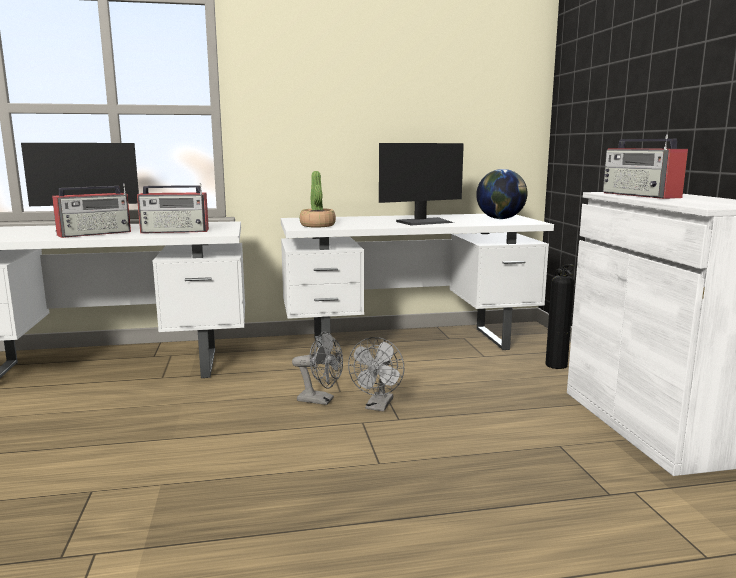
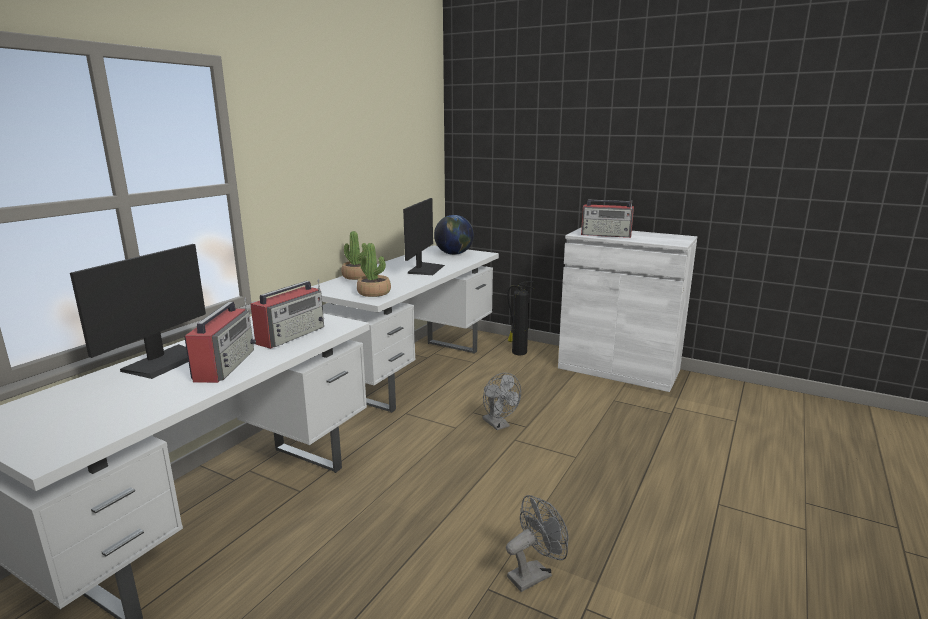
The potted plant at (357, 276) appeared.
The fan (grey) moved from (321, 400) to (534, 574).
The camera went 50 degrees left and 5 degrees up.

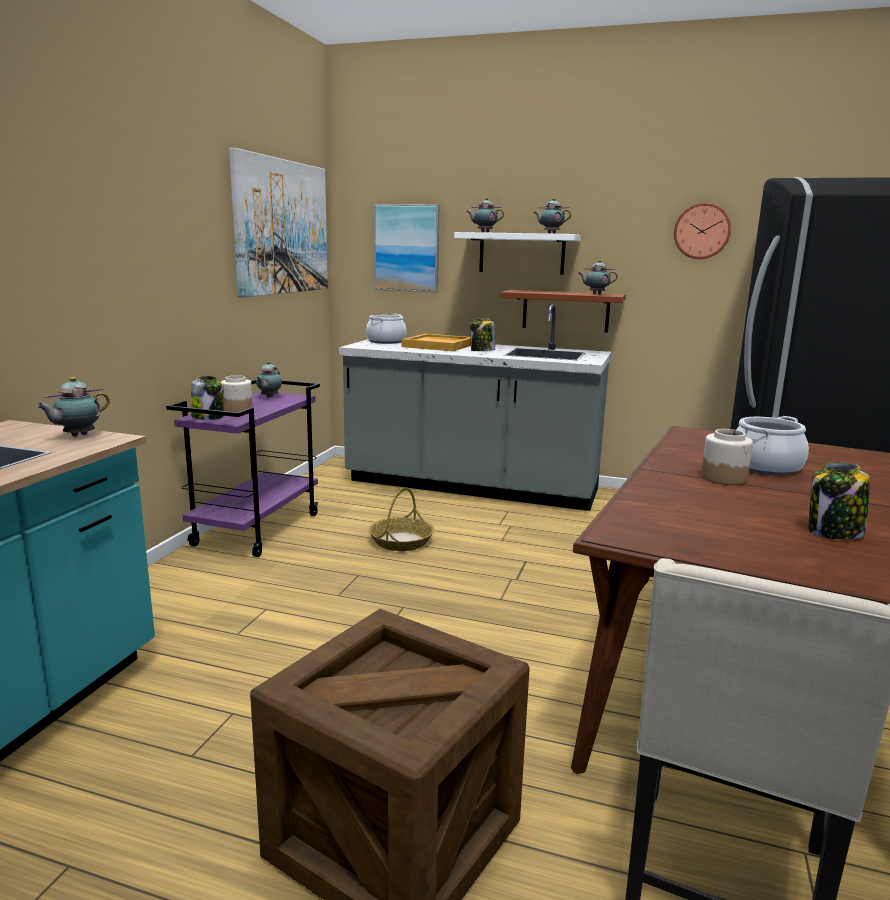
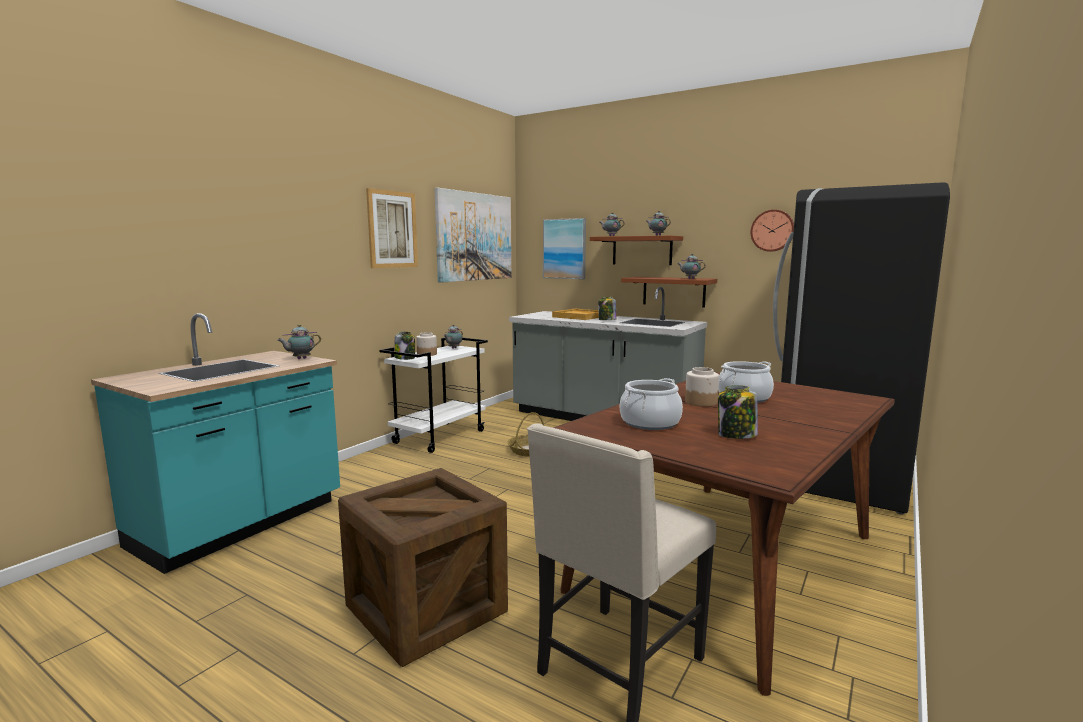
The picture at (392, 229) appeared.
The cooking pot moved from (386, 341) to (649, 422).
The cart (purple) at (257, 529) became the cart (white) at (439, 436).
The shelf (white) at (521, 253) became the shelf (brown) at (642, 250).
The camera went 15 degrees right and 5 degrees down.

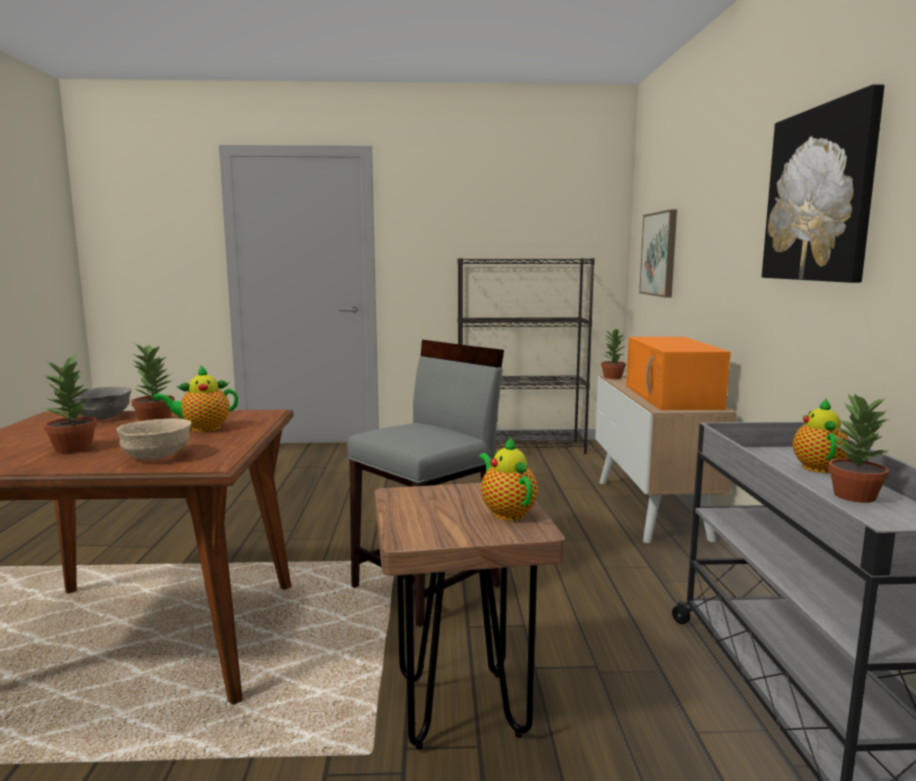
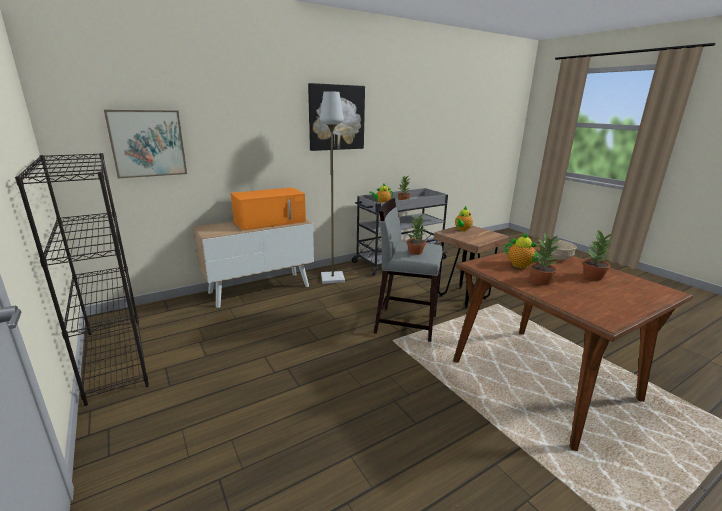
The bowl (grey) at (104, 417) disappeared.
The floor lamp (grey) at (333, 278) appeared.
The potted plant moved from (612, 377) to (415, 252).
The camera went 120 degrees left and 10 degrees up.

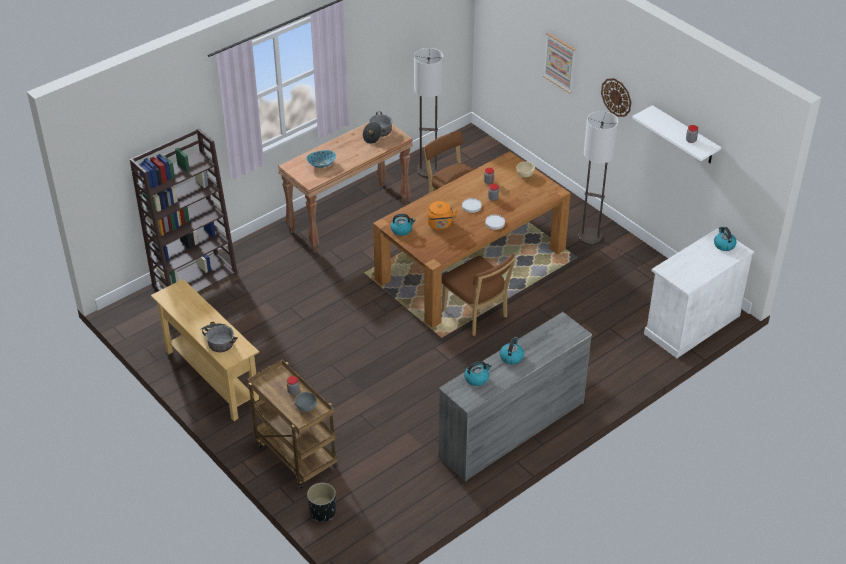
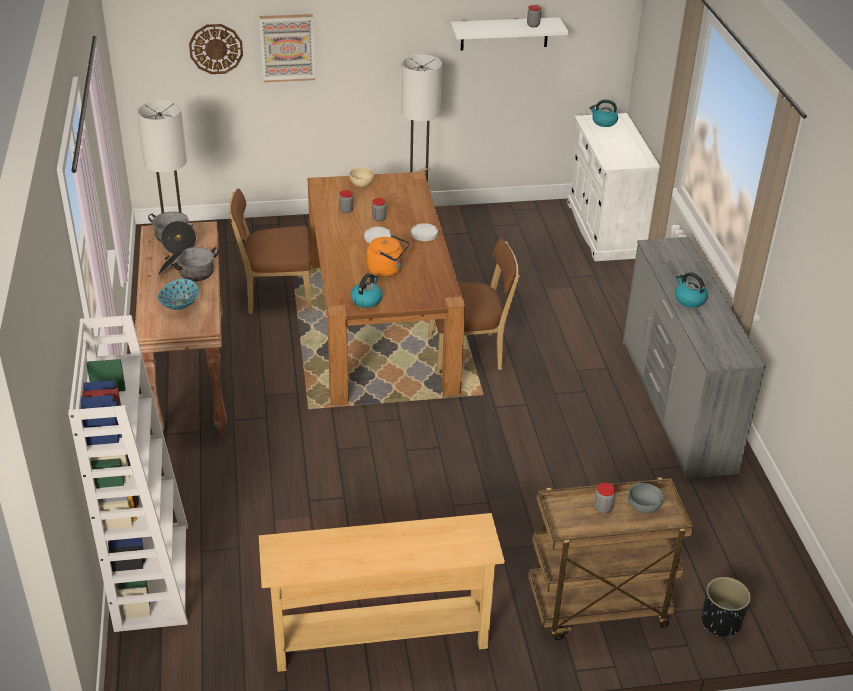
The kettle at (477, 378) disappeared.
The cooking pot moved from (218, 340) to (188, 273).
The wall clock moved from (616, 97) to (216, 48).
The bookcase (brown) at (195, 279) became the bookcase (white) at (151, 575).
The camera went 60 degrees left and 5 degrees down.

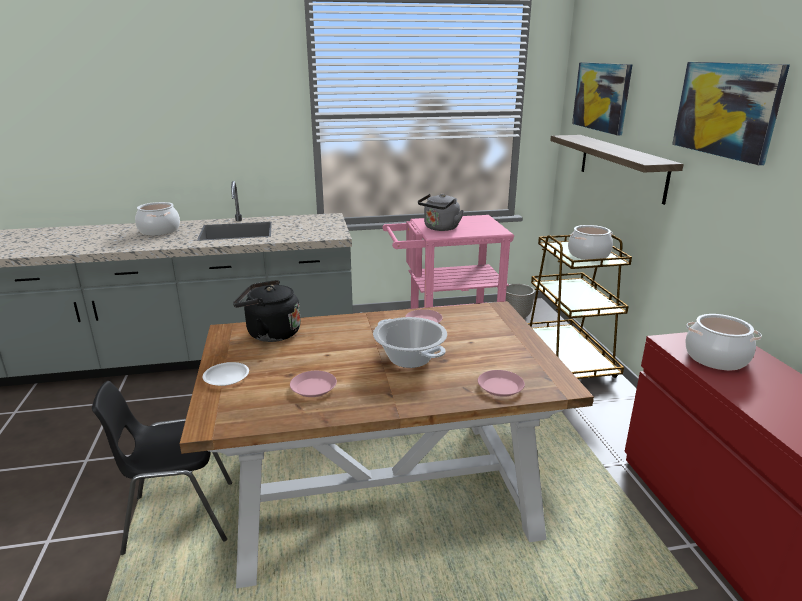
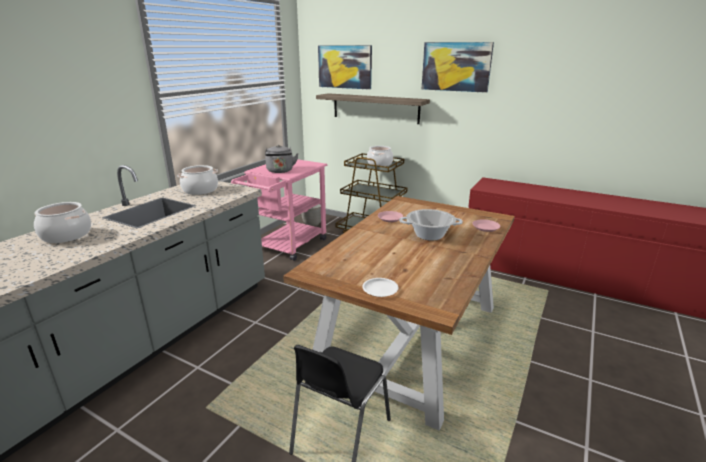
The kettle (black) at (270, 333) disappeared.
The plate (pink) at (313, 387) disappeared.
The cooking pot moved from (716, 358) to (200, 190).
The camera went 50 degrees left and 0 degrees up.

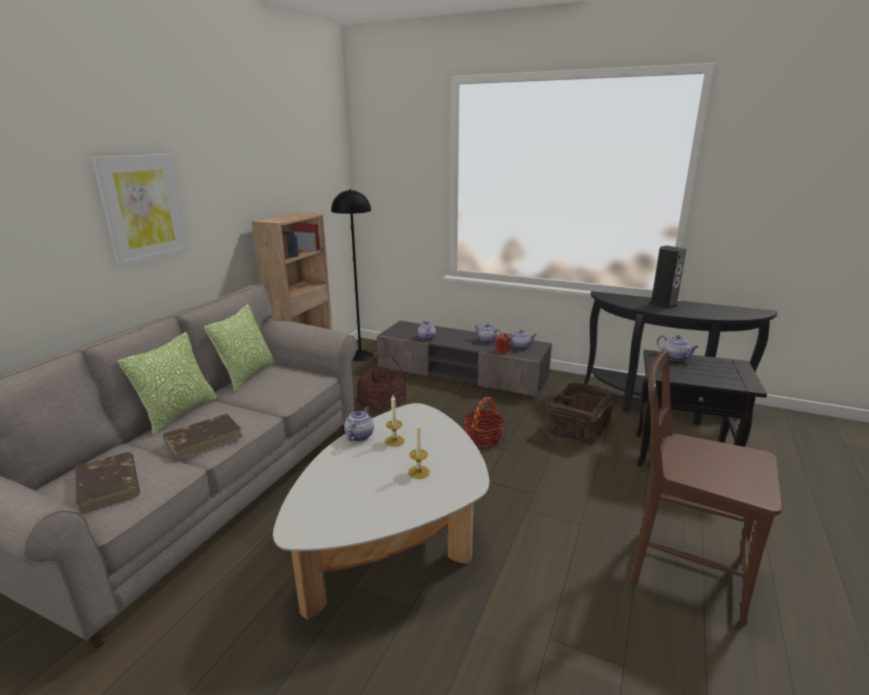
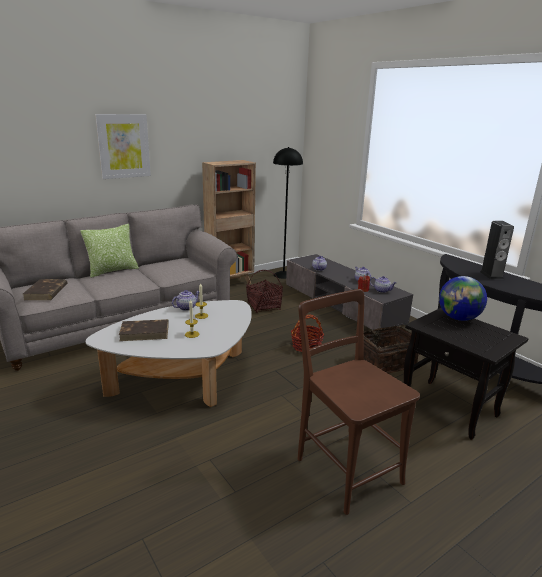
The pillow at (247, 375) disappeared.
The book (brown) moved from (204, 438) to (145, 332).
The teapot at (675, 357) was replaced by the globe at (459, 318).
The camera went 30 degrees right and 0 degrees up.

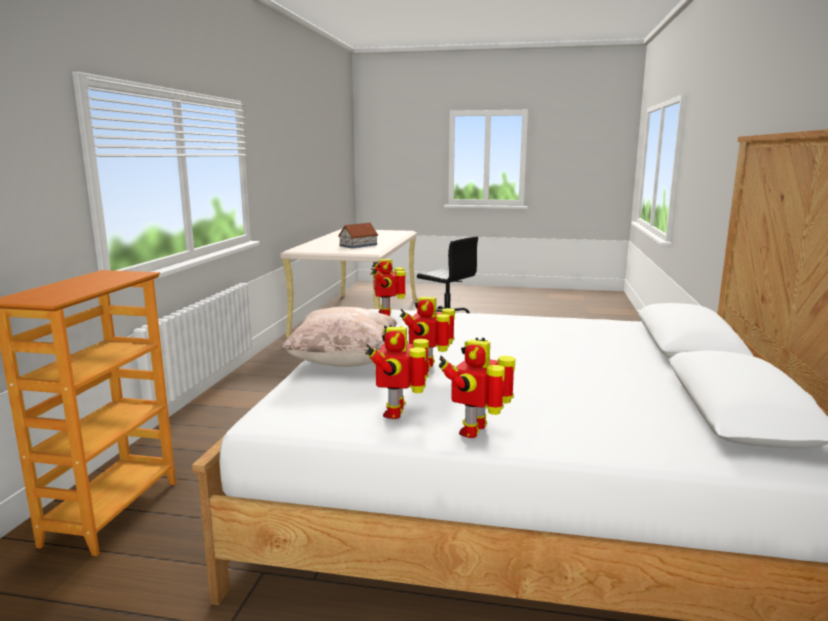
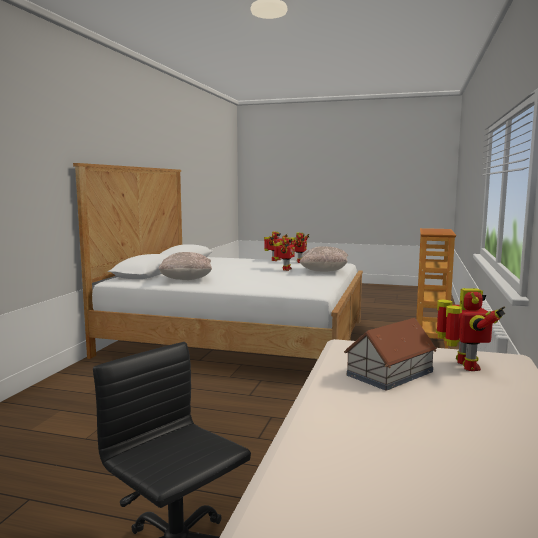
The pillow (beige) at (186, 279) appeared.
The toy robot moved from (386, 313) to (465, 366).
The camera went 175 degrees left and 5 degrees down.

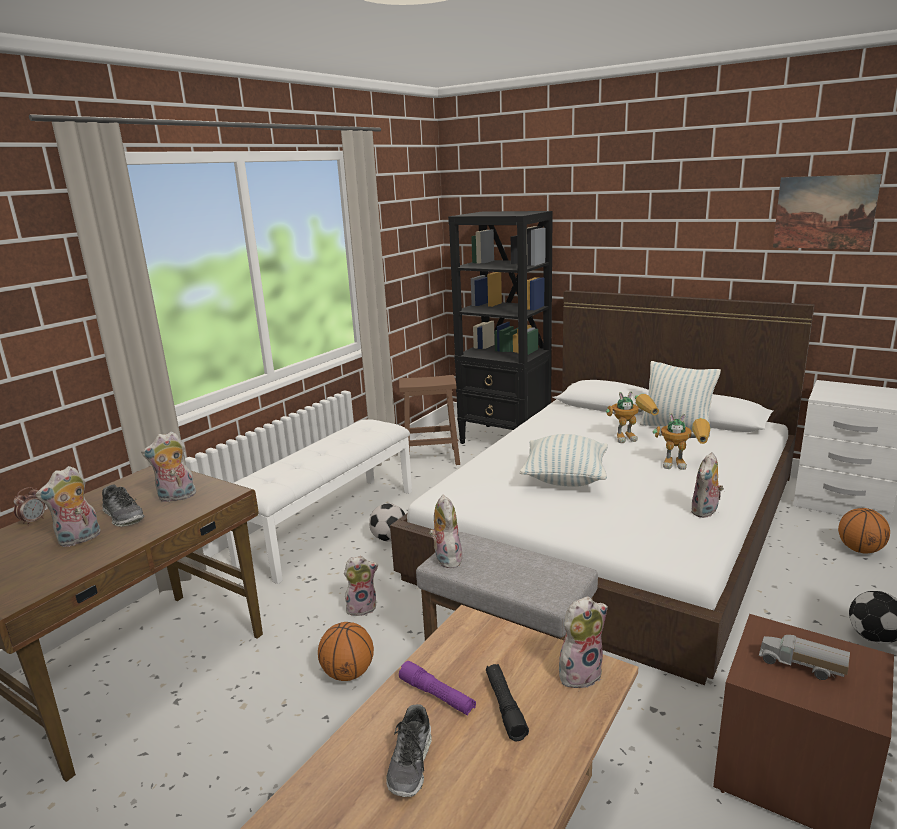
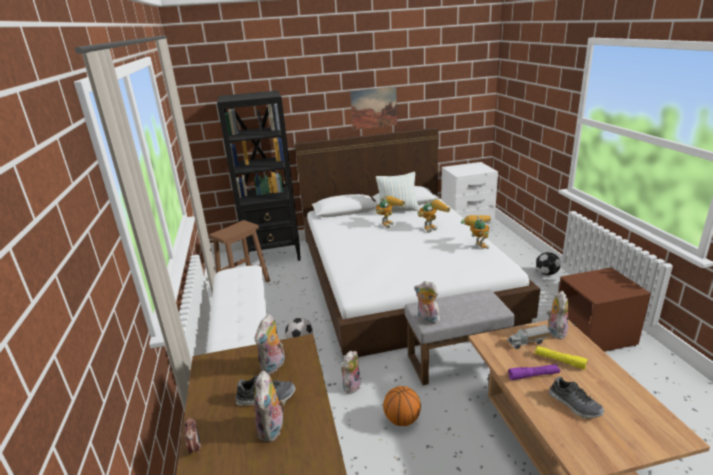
The pillow at (565, 479) disappeared.
The basketball at (860, 550) disappeared.
The toy truck moved from (801, 667) to (528, 342).
The picture moved from (824, 212) to (374, 108).
The plush toy at (705, 512) was replaced by the toy robot at (476, 245).
The flashlight (black) at (505, 706) became the flashlight (yellow) at (559, 361).
The camera went 45 degrees left and 5 degrees up.

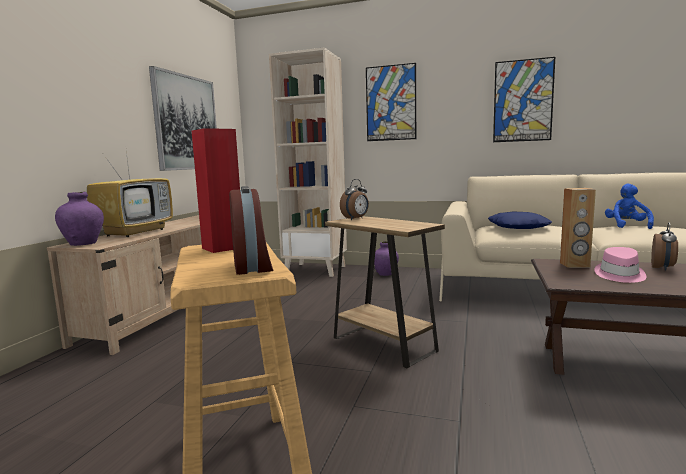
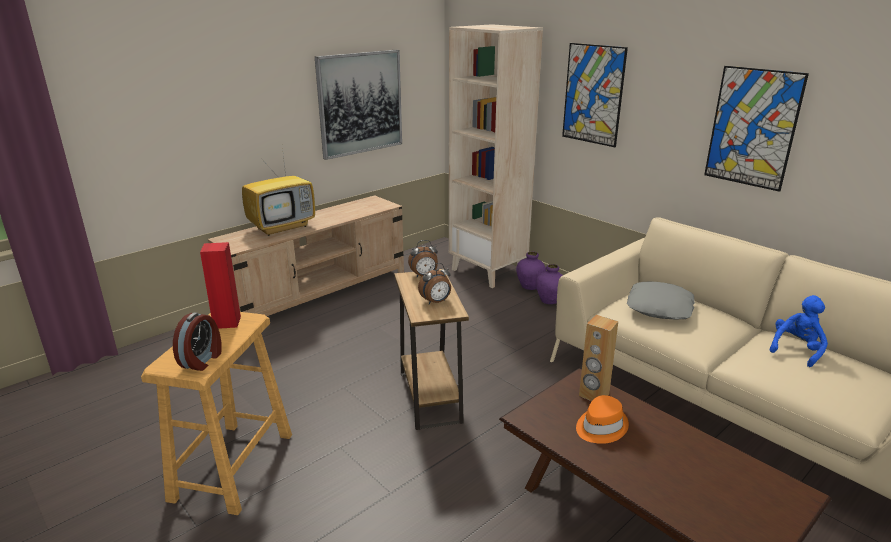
The vase (purple) moved from (83, 244) to (530, 287).
The alarm clock moved from (663, 268) to (436, 302).
The pillow (blue) at (518, 227) became the pillow (grey) at (660, 308).
The hat (pink) at (619, 275) became the hat (orange) at (600, 427).
The camera went 30 degrees right and 15 degrees up.

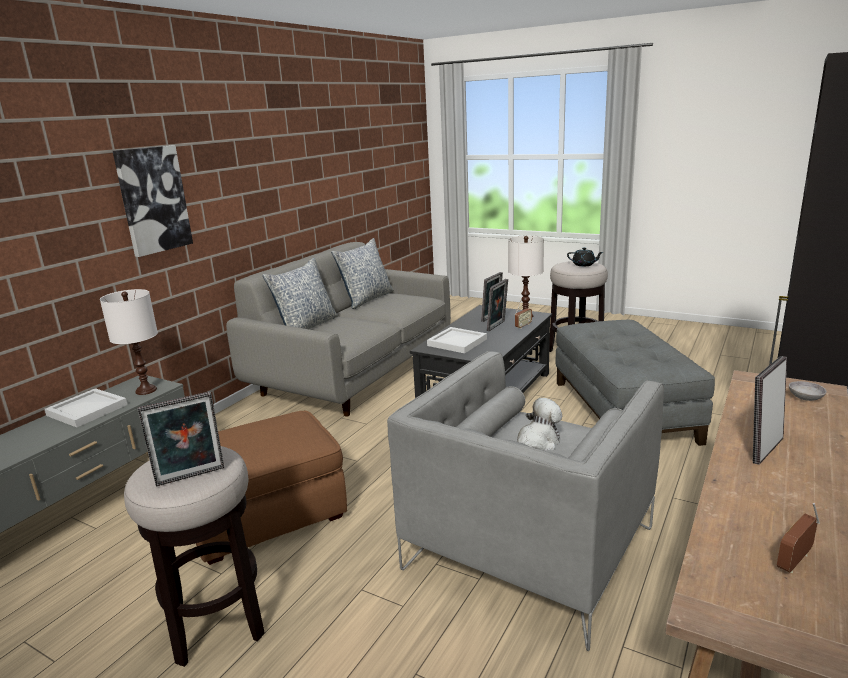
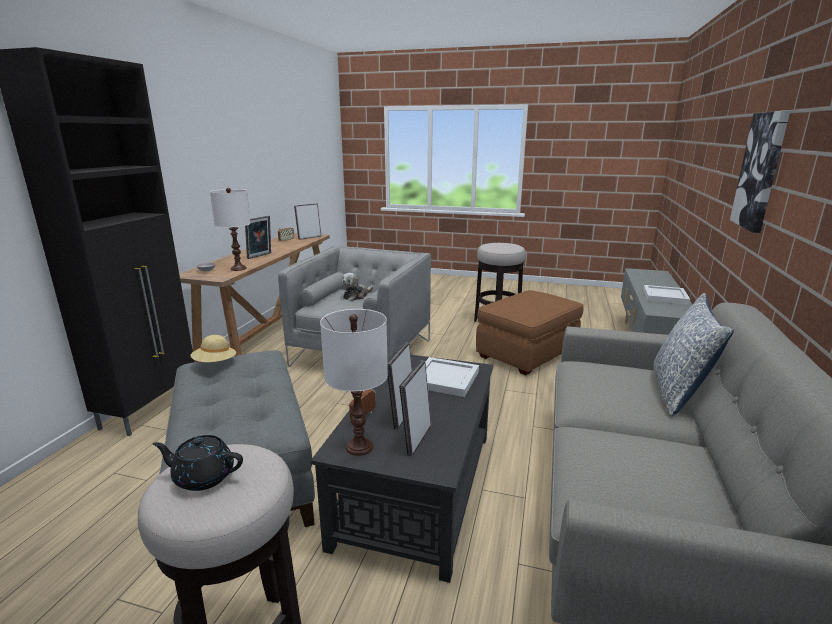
The pillow at (366, 299) disappeared.
The hat (beige) at (215, 363) appeared.
The table lamp (white) moved from (146, 390) to (238, 268).
The picture frame moved from (191, 477) to (309, 237).
The camera went 165 degrees right and 0 degrees up.

